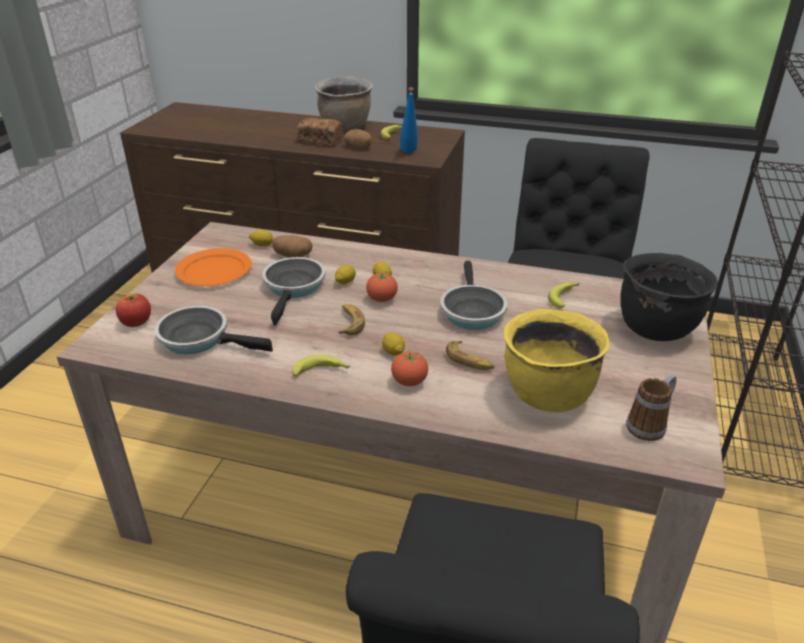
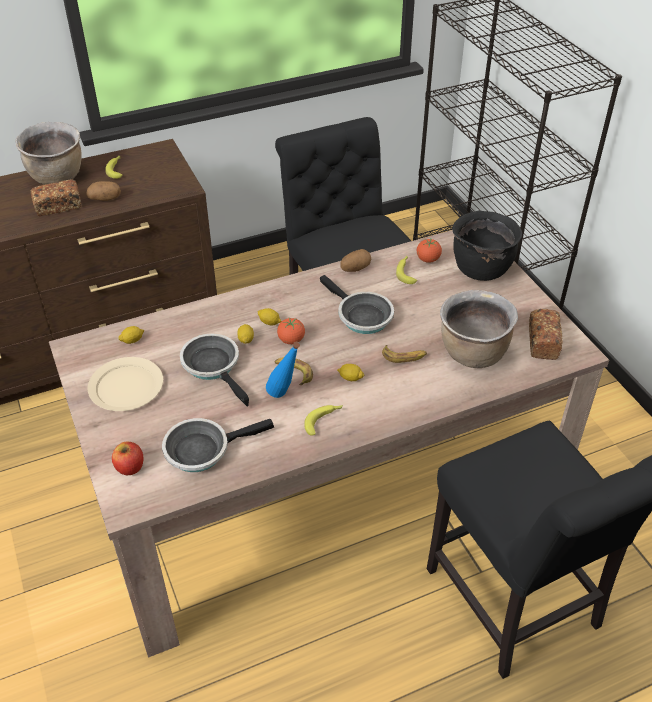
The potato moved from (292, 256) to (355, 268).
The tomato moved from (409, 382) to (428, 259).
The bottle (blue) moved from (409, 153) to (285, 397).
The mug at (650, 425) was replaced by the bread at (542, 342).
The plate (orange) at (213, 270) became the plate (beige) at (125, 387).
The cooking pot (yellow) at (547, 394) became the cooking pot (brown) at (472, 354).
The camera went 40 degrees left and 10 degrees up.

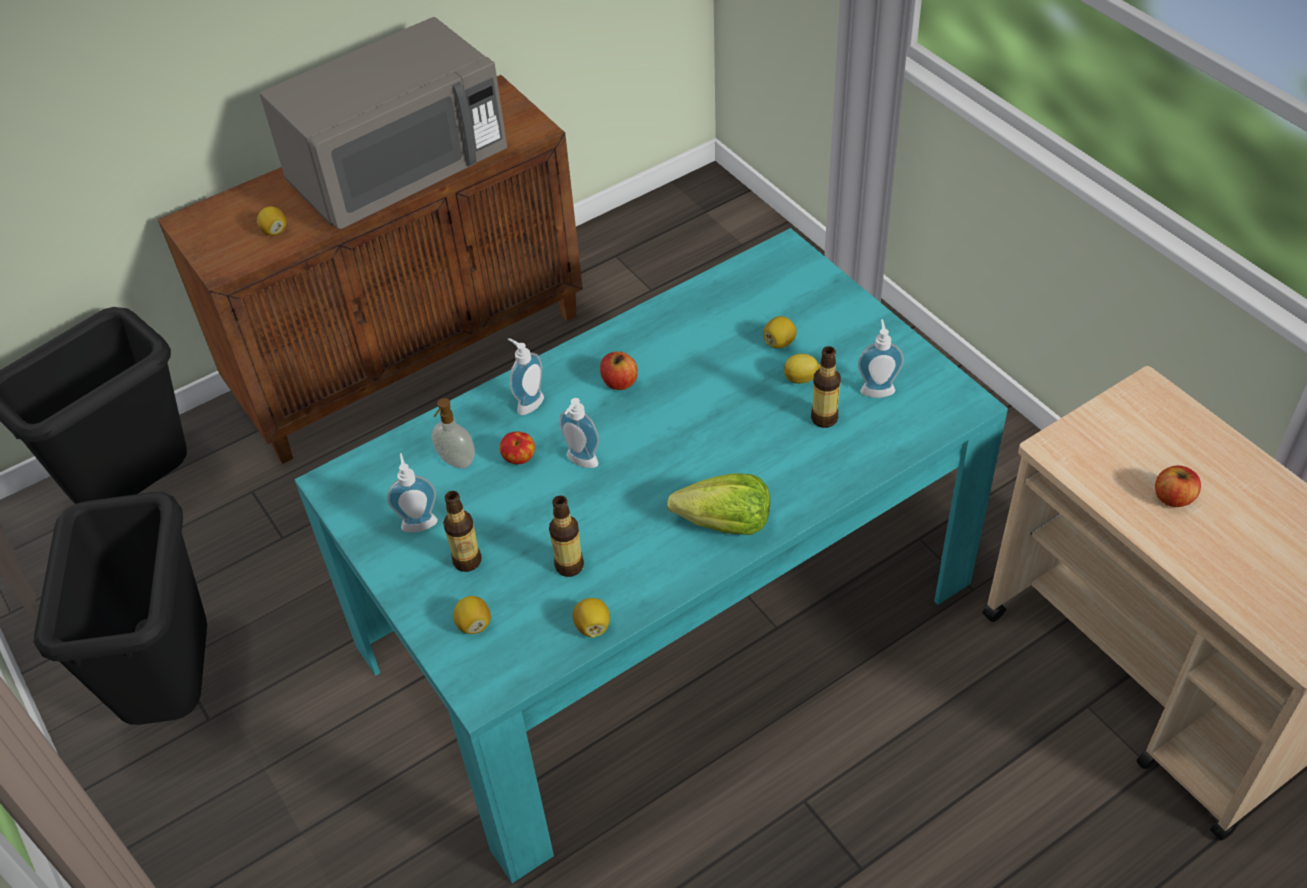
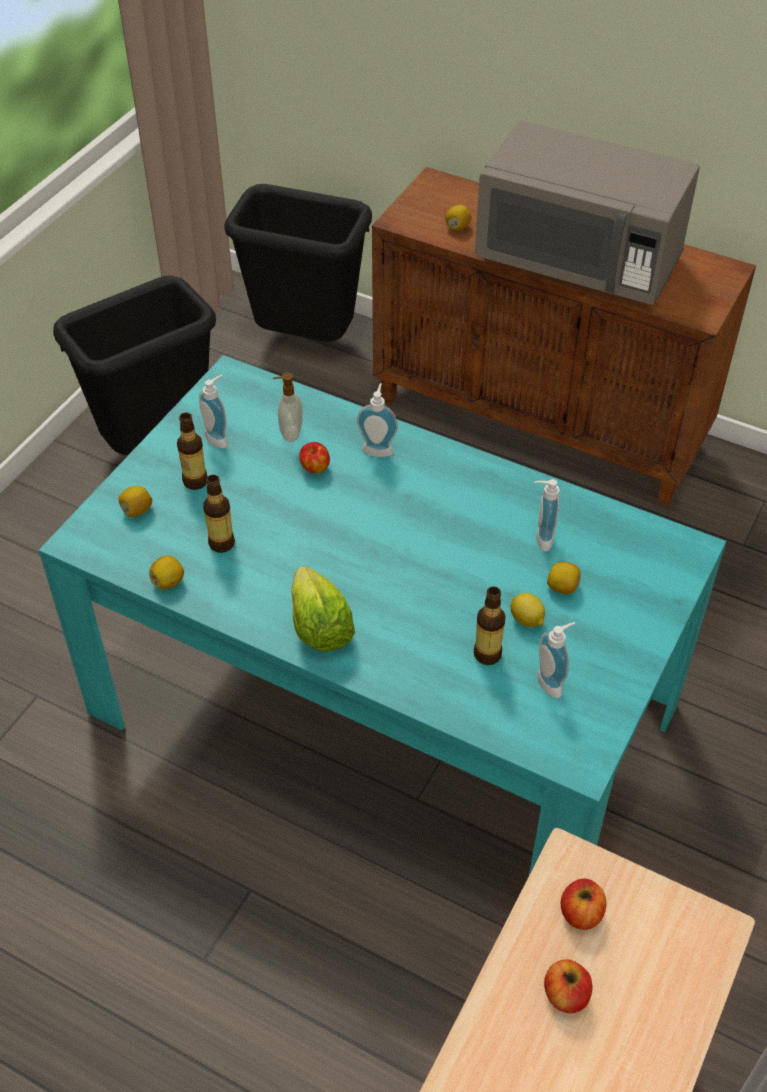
The soap dispenser moved from (580, 462) to (540, 539).
The apple moved from (619, 382) to (580, 913).
The camera went 60 degrees right and 0 degrees up.

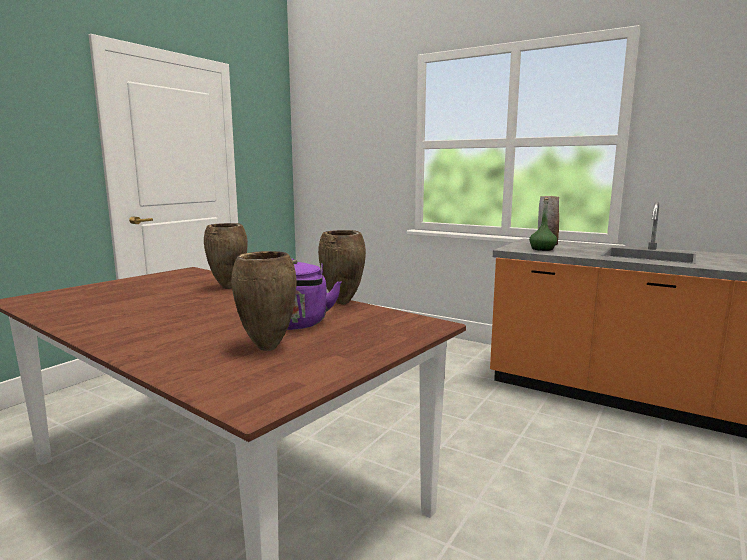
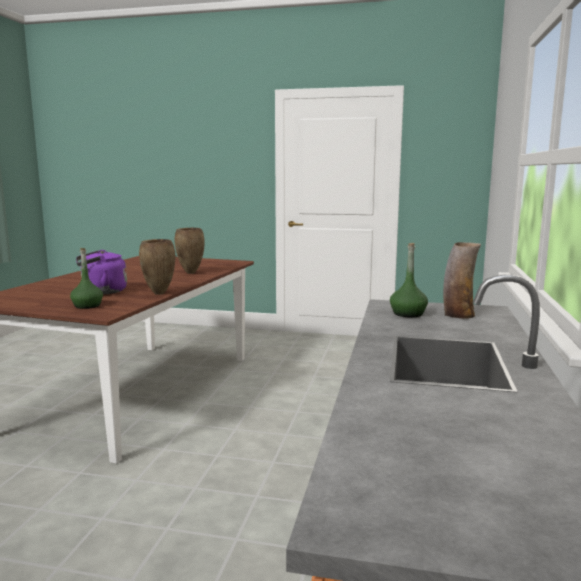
The vase (brown) at (266, 348) disappeared.
The bottle (green) at (87, 306) appeared.
The camera went 70 degrees right and 0 degrees up.

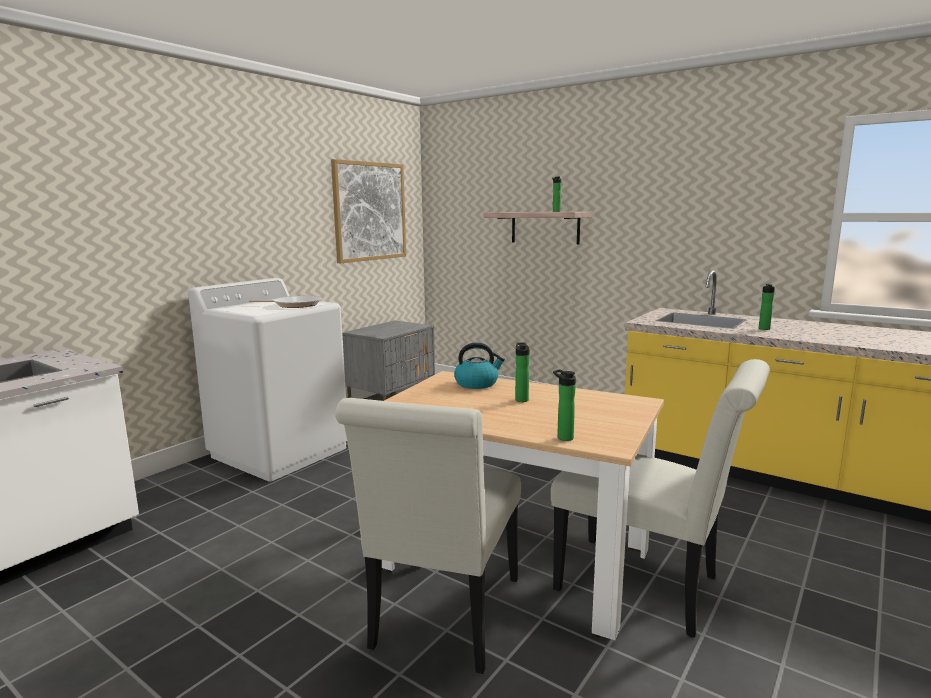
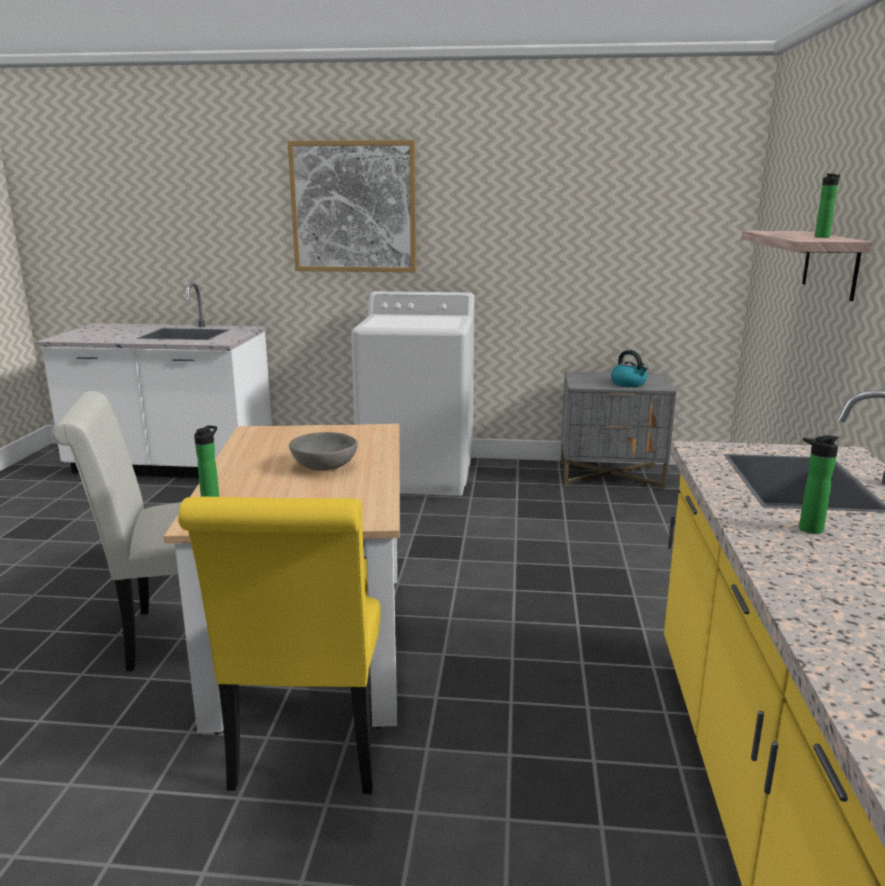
The frying pan at (294, 305) disappeared.
The picture moved from (369, 211) to (354, 207).
The kettle moved from (477, 383) to (629, 383).
The bottle at (521, 399) was replaced by the bowl (grey) at (325, 467).
The chair (white) at (648, 587) became the chair (yellow) at (313, 741).
The camera went 60 degrees right and 5 degrees up.

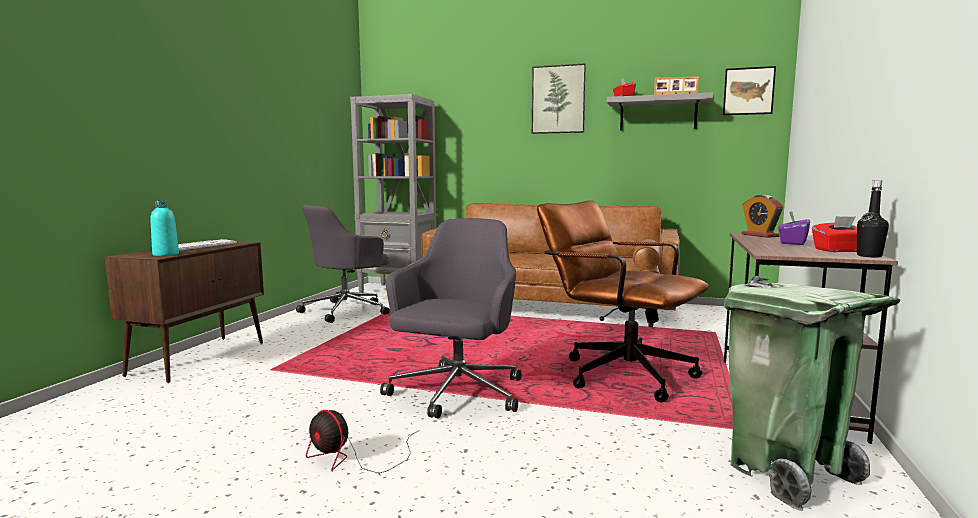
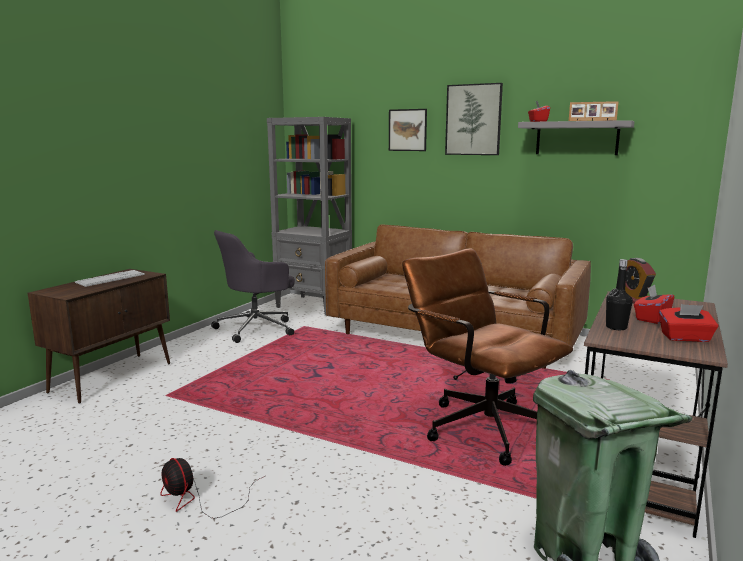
The bottle (turquoise) at (166, 254) disappeared.
The office chair (grey) at (456, 394) disappeared.
The picture moved from (748, 91) to (407, 130).
The bottle (black) moved from (869, 256) to (616, 327).
The tissue box (purple) at (792, 243) became the tissue box (red) at (651, 318).
The camera went 10 degrees right and 5 degrees up.

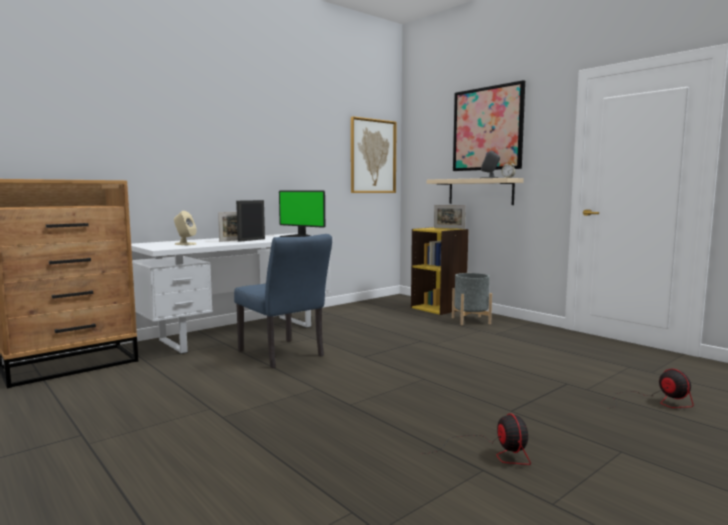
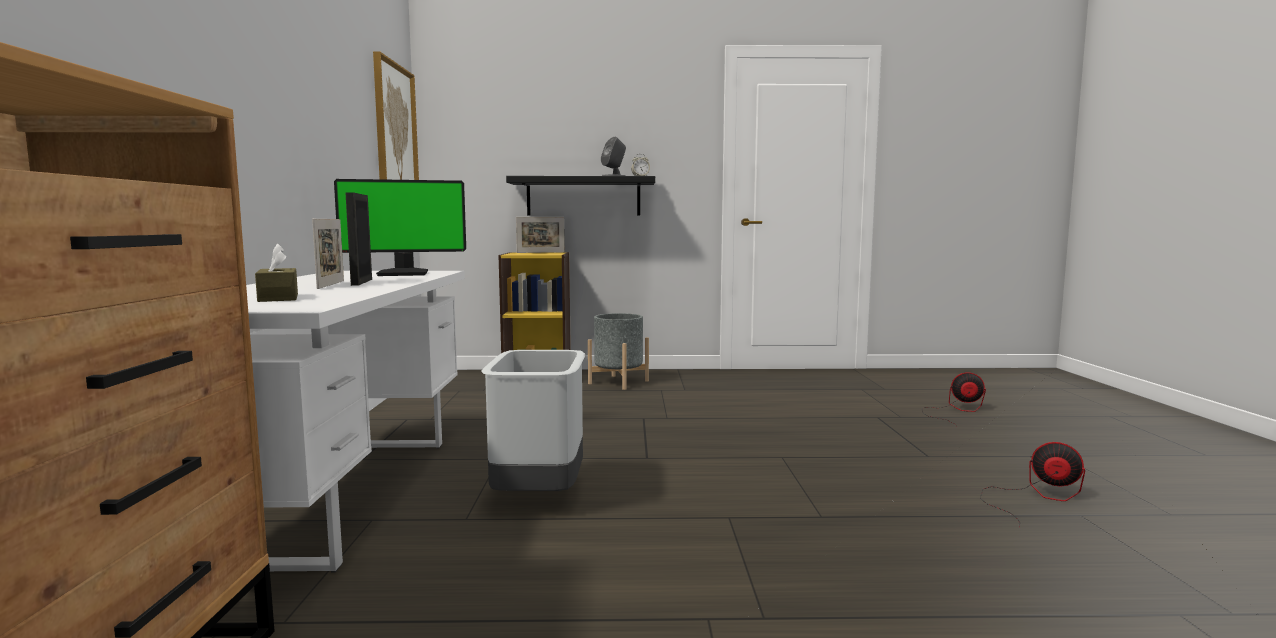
The picture at (487, 129) disappeared.
The speaker (beige) at (185, 244) was replaced by the tissue box (brown) at (278, 298).
The chair (blue) at (284, 355) was replaced by the trash can (grey) at (540, 496).
The shelf (beige) at (480, 191) became the shelf (black) at (583, 197).
The camera went 50 degrees left and 0 degrees up.

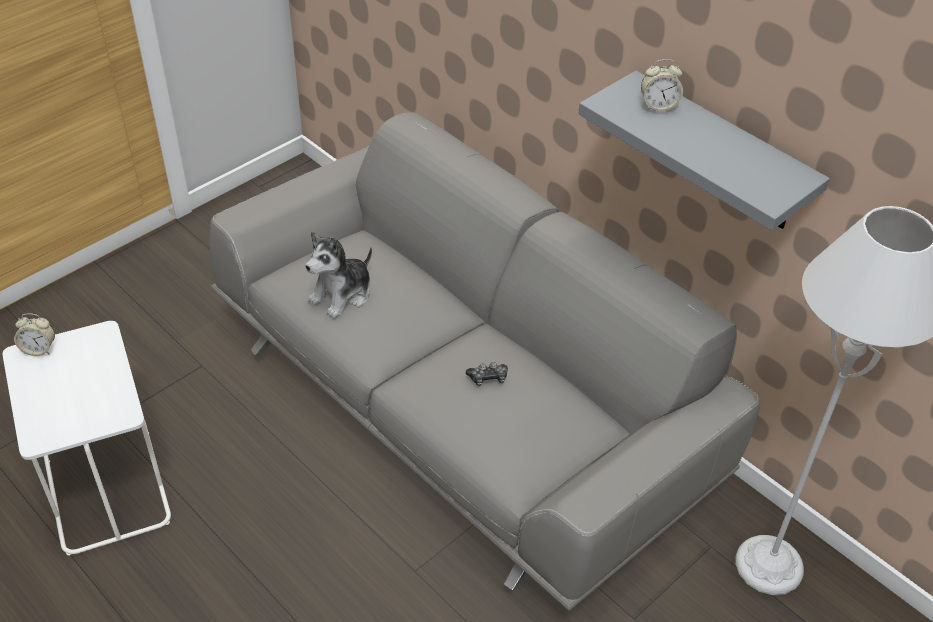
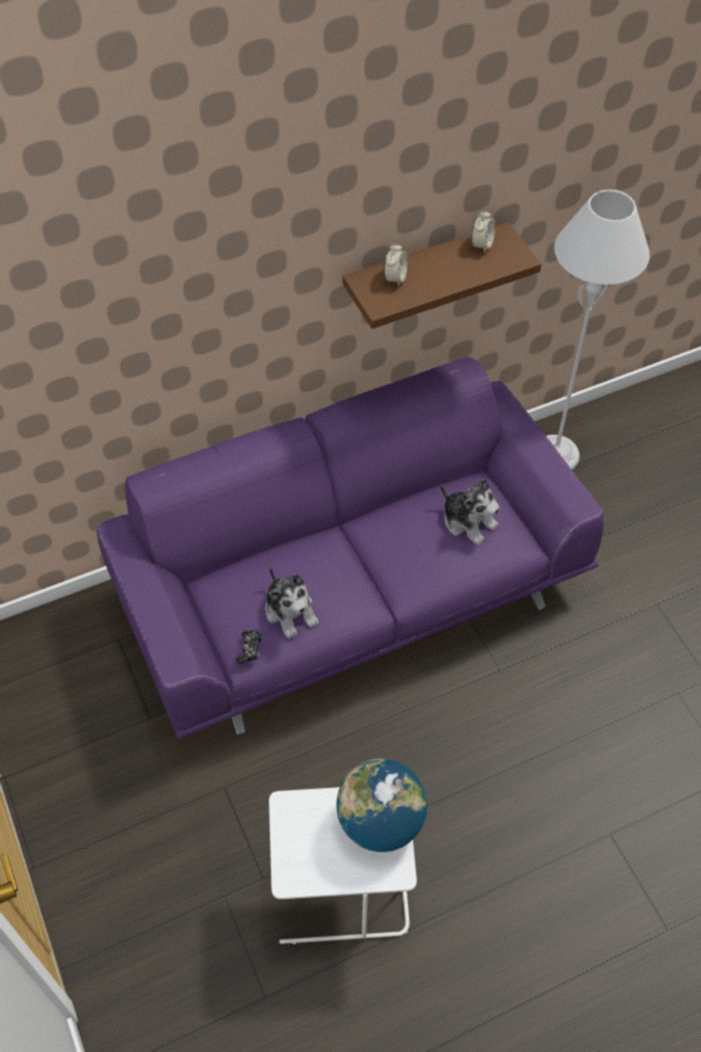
The globe at (380, 821) appeared.
The plush toy at (468, 521) appeared.
The alarm clock moved from (39, 349) to (481, 245).
The game controller moved from (488, 378) to (250, 649).
The sofa (grey) at (465, 406) became the sofa (purple) at (351, 590).
The shelf (grey) at (720, 154) became the shelf (brown) at (425, 271).
The camera went 70 degrees left and 10 degrees up.

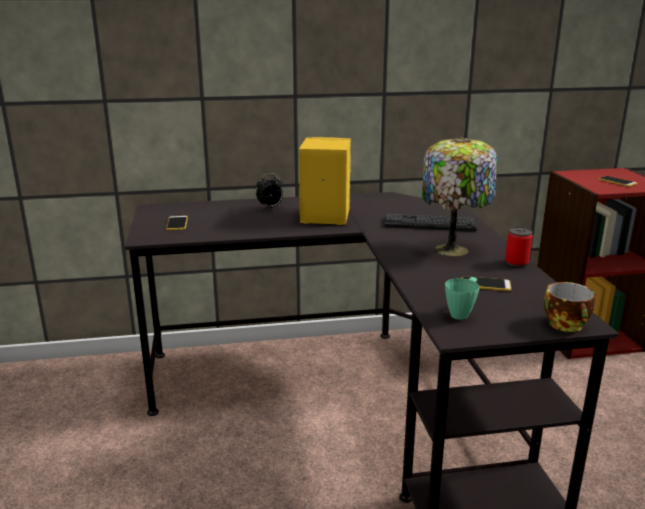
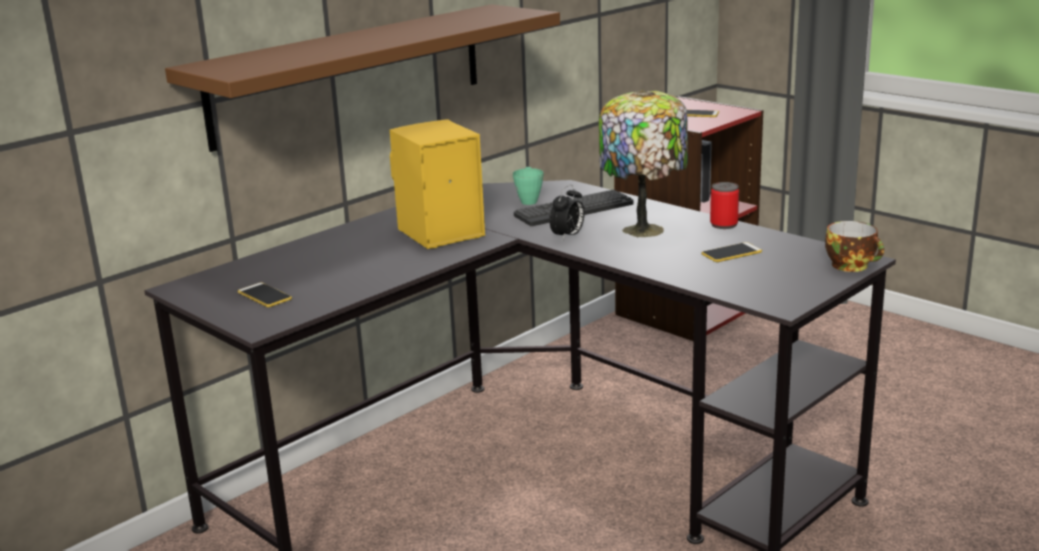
The shelf (brown) at (351, 73) appeared.
The alarm clock moved from (270, 207) to (568, 236).
The mug (green) moved from (462, 312) to (529, 200).
The camera went 35 degrees left and 0 degrees up.

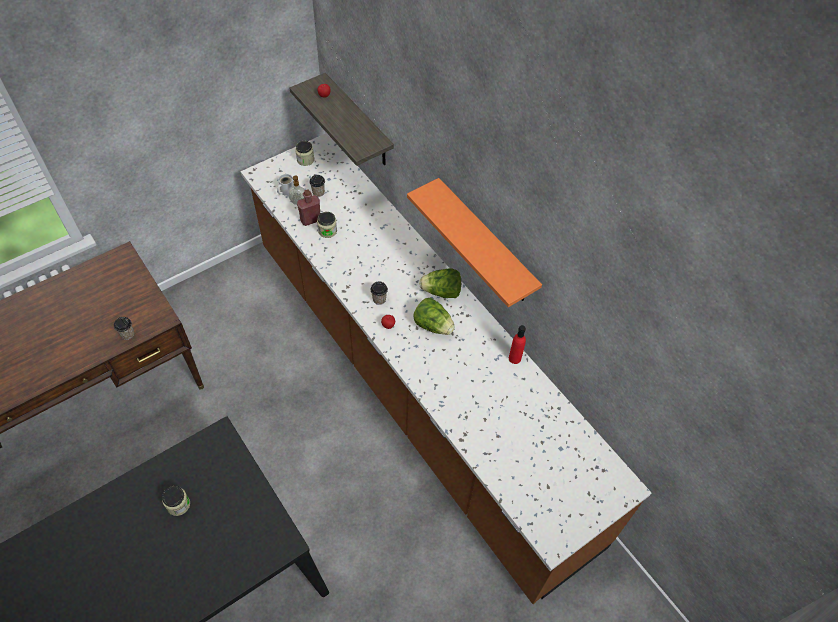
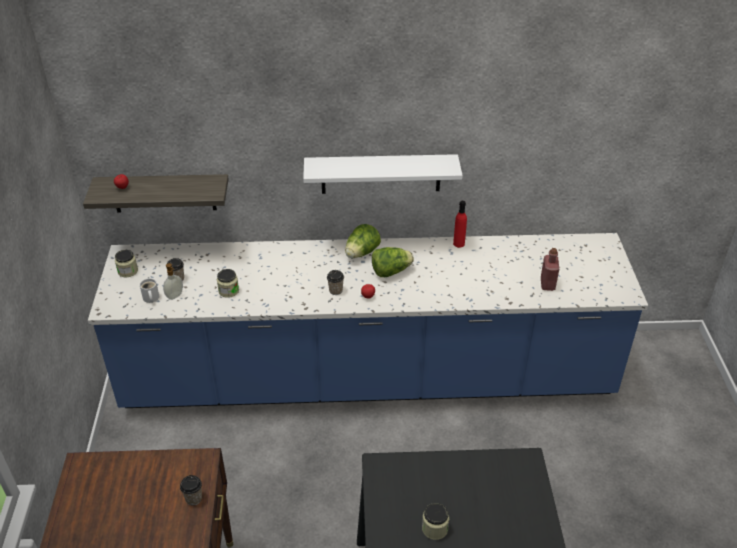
The bottle (red) moved from (310, 220) to (547, 284).
The counter (brown) at (415, 386) became the counter (blue) at (368, 378).
The shelf (orange) at (485, 243) became the shelf (white) at (381, 174).
The camera went 55 degrees left and 15 degrees down.

